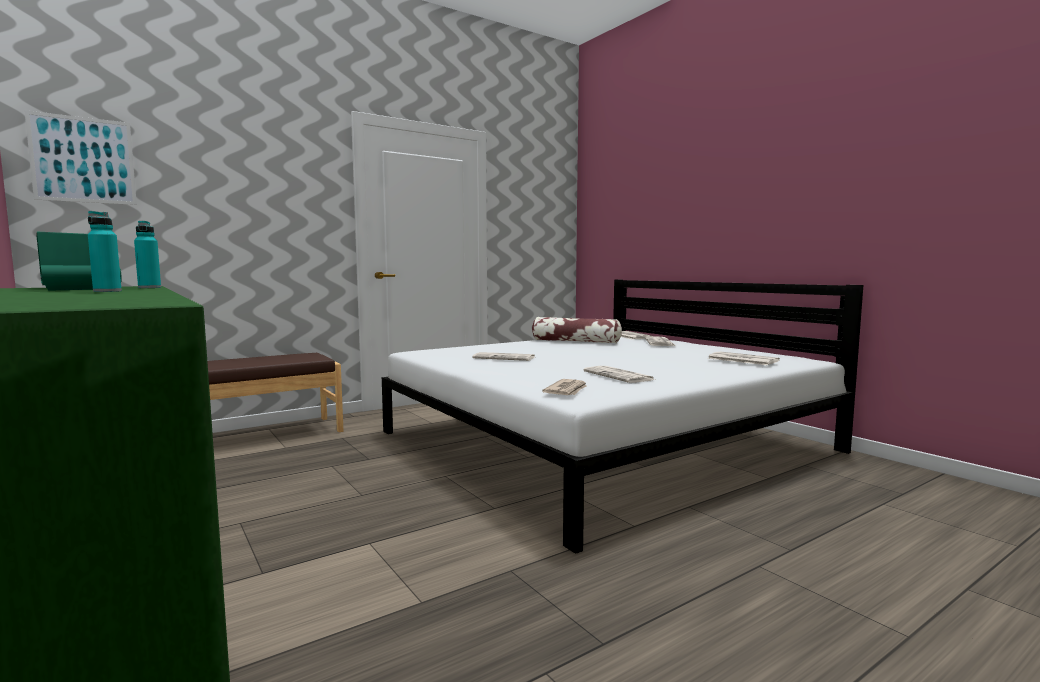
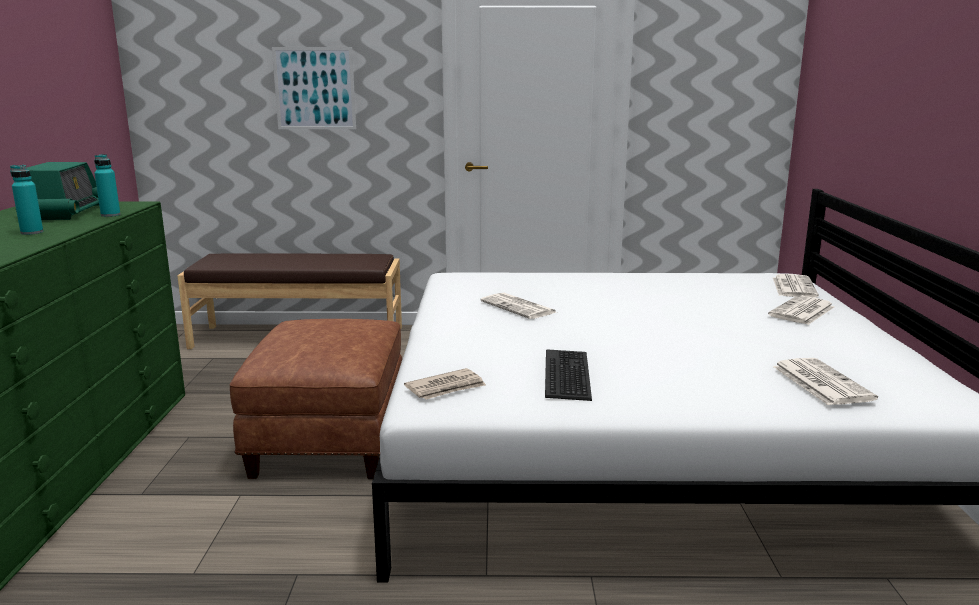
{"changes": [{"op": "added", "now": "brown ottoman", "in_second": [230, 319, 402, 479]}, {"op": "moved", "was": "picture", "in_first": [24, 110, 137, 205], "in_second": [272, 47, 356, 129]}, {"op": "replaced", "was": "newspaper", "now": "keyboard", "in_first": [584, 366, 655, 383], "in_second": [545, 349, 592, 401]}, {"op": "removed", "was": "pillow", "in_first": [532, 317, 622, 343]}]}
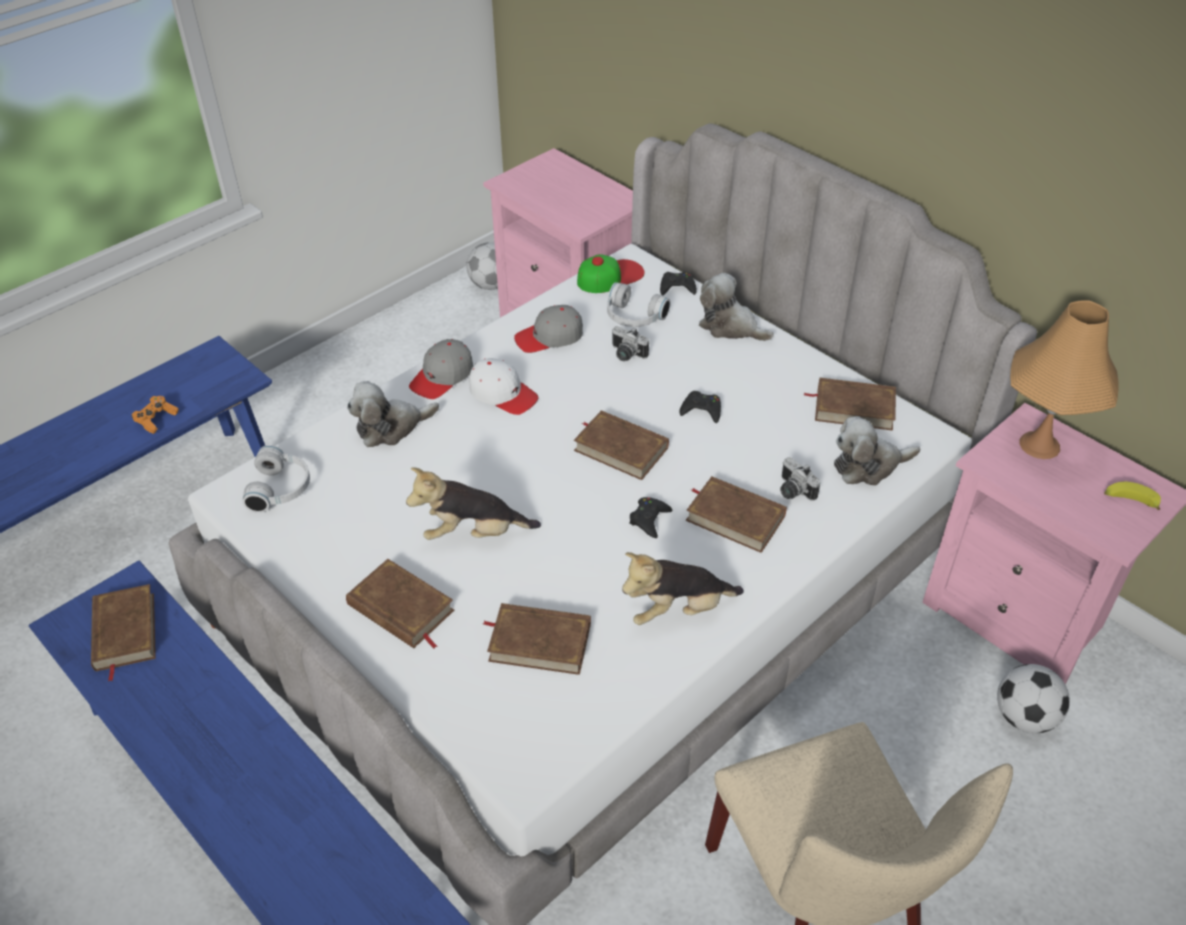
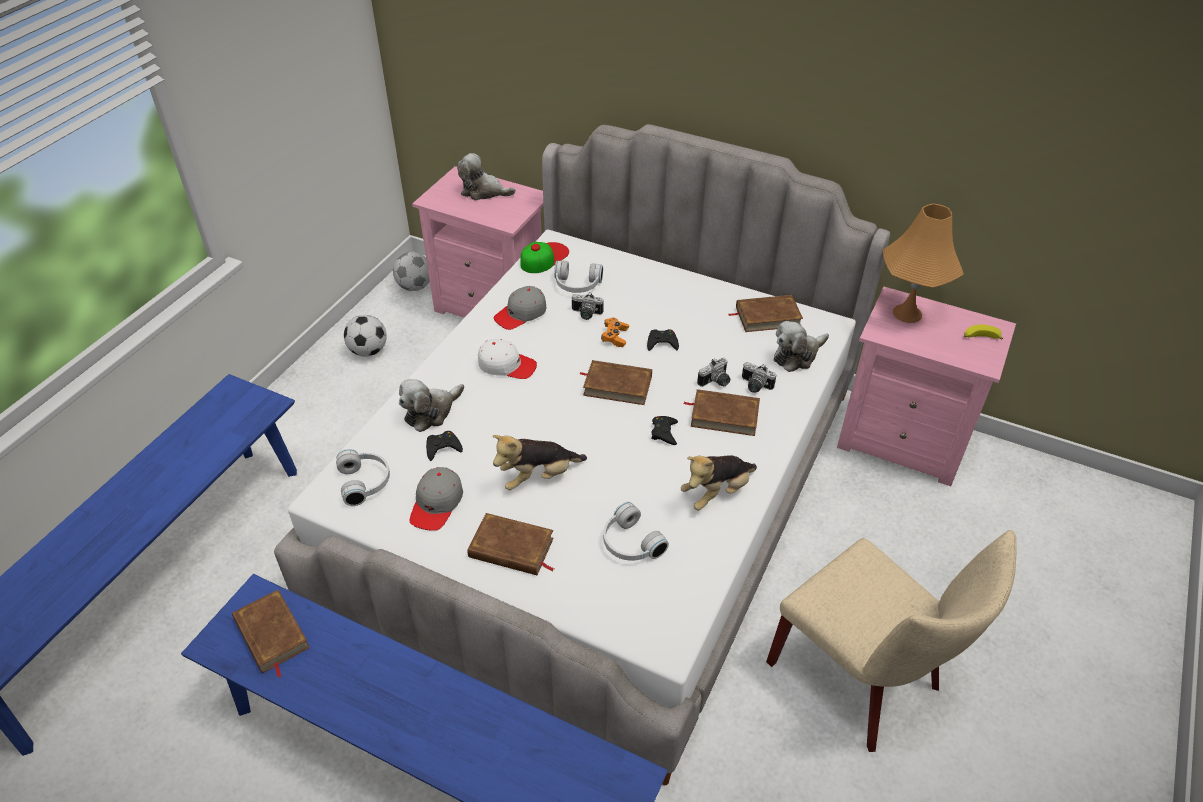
{"changes": [{"op": "moved", "was": "football", "in_first": [997, 664, 1070, 733], "in_second": [344, 315, 387, 357]}, {"op": "moved", "was": "grey cap", "in_first": [409, 339, 473, 399], "in_second": [409, 467, 463, 531]}, {"op": "moved", "was": "black game controller", "in_first": [660, 272, 697, 295], "in_second": [426, 431, 463, 461]}, {"op": "moved", "was": "plush toy", "in_first": [699, 273, 774, 341], "in_second": [457, 153, 516, 200]}, {"op": "moved", "was": "orange game controller", "in_first": [131, 396, 179, 434], "in_second": [601, 318, 629, 347]}, {"op": "replaced", "was": "brown book", "now": "white headphones", "in_first": [483, 603, 591, 675], "in_second": [603, 502, 669, 561]}, {"op": "added", "now": "photo camera", "in_second": [697, 358, 730, 387]}]}
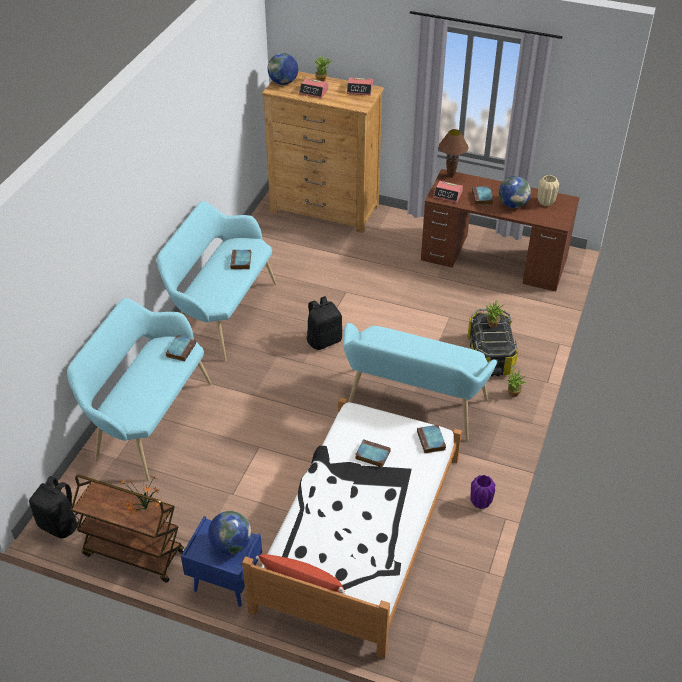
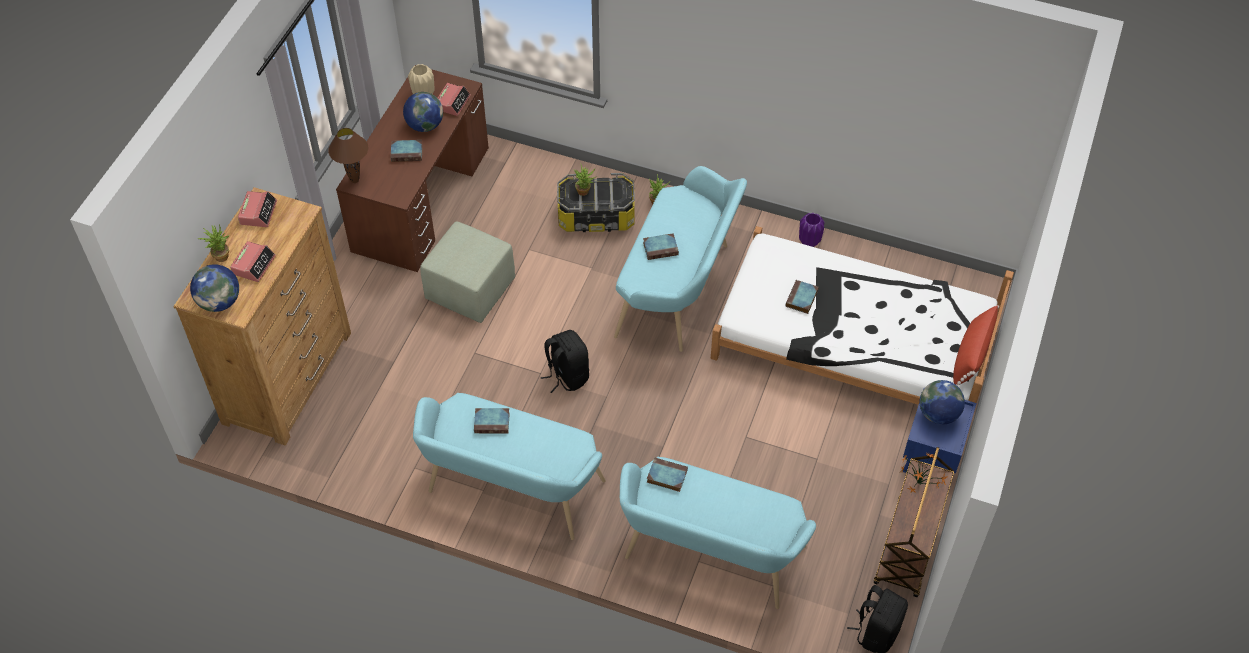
{"changes": [{"op": "added", "now": "green ottoman", "in_second": [420, 221, 515, 323]}, {"op": "moved", "was": "alarm clock", "in_first": [433, 181, 463, 203], "in_second": [438, 83, 471, 116]}, {"op": "moved", "was": "book", "in_first": [417, 425, 446, 453], "in_second": [643, 233, 679, 260]}]}
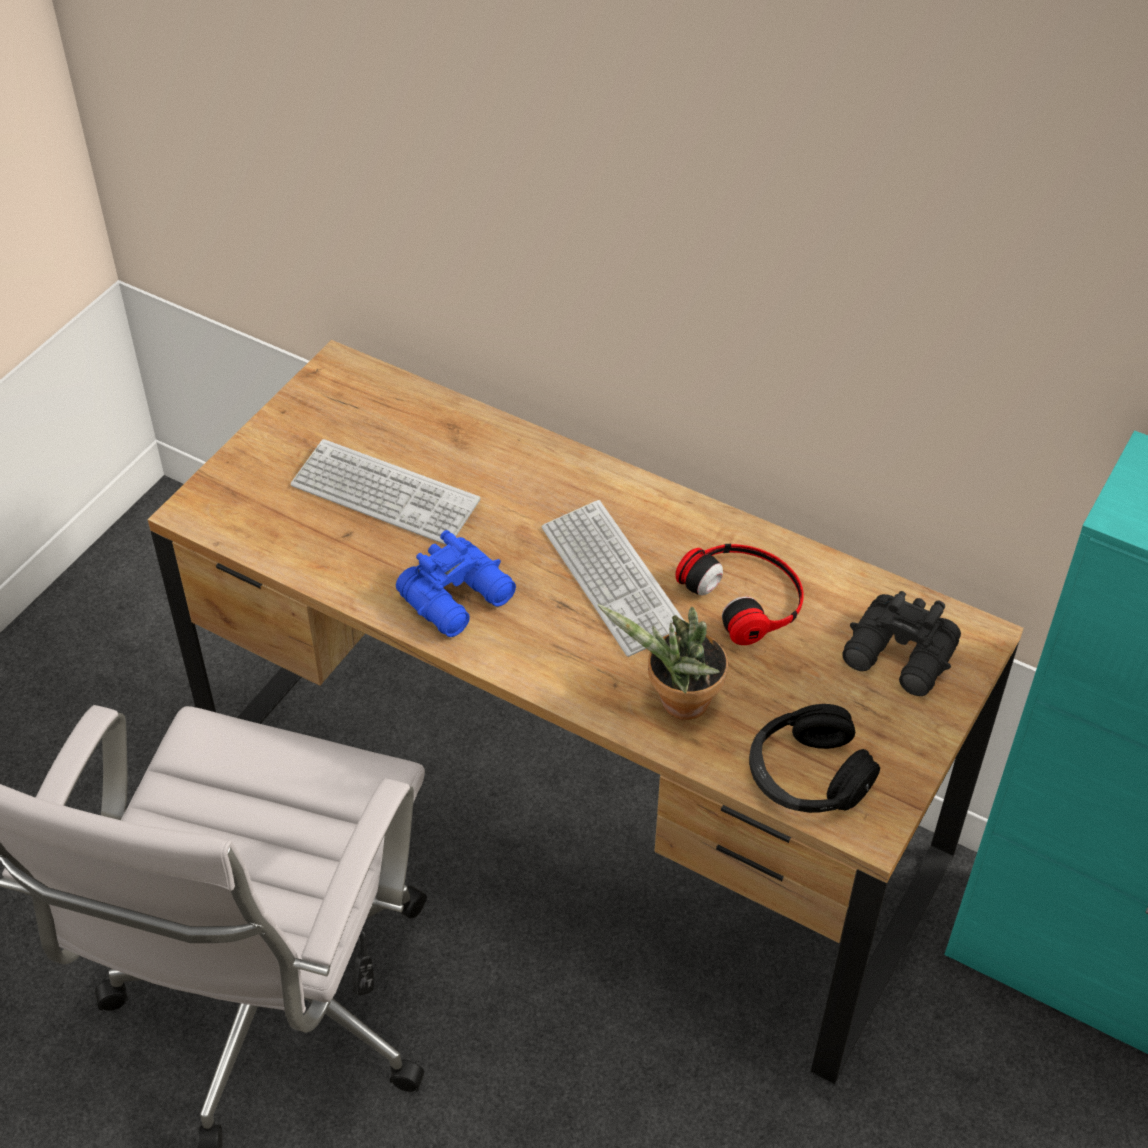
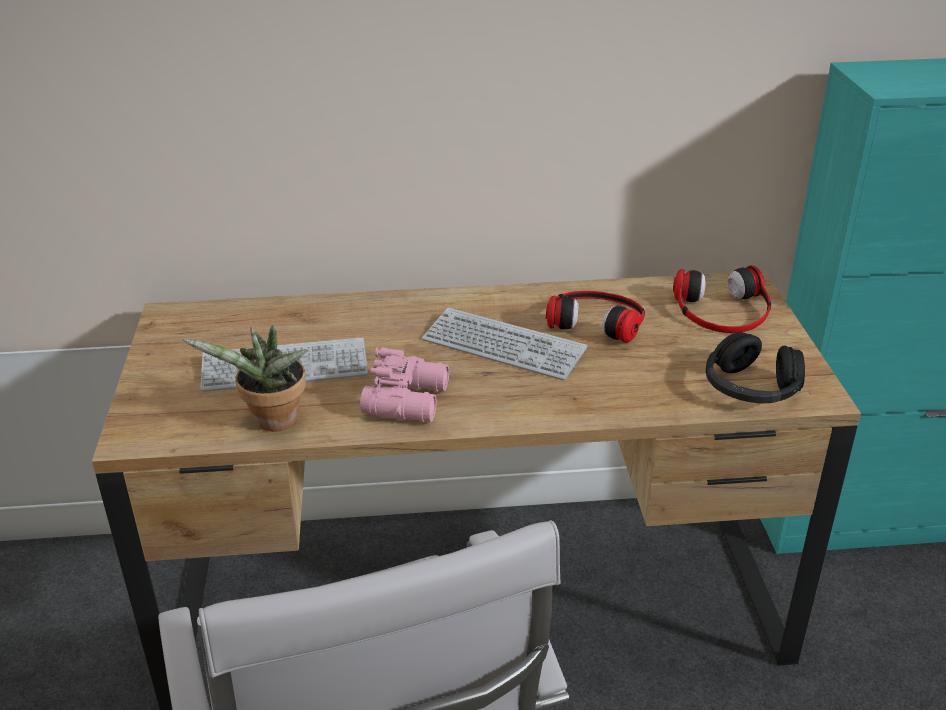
{"changes": [{"op": "moved", "was": "potted plant", "in_first": [597, 604, 728, 720], "in_second": [182, 325, 308, 432]}, {"op": "recoloured", "was": "blue binoculars", "now": "pink binoculars", "in_first": [396, 530, 516, 637], "in_second": [360, 348, 449, 422]}, {"op": "replaced", "was": "black binoculars", "now": "headphones", "in_first": [842, 591, 961, 696], "in_second": [673, 265, 771, 333]}]}
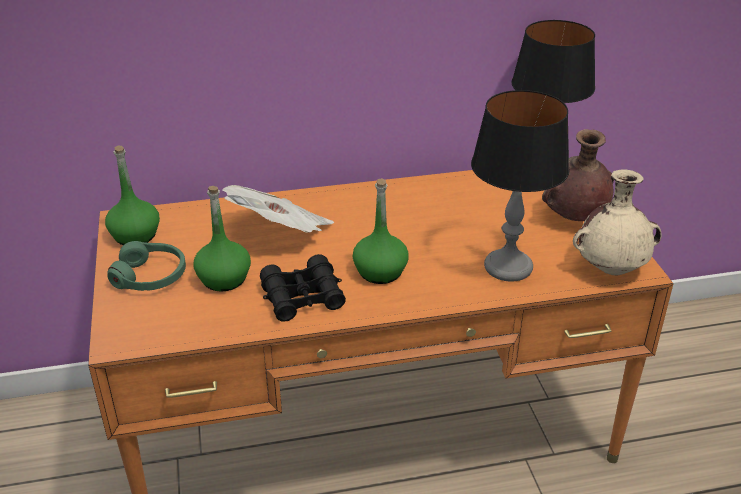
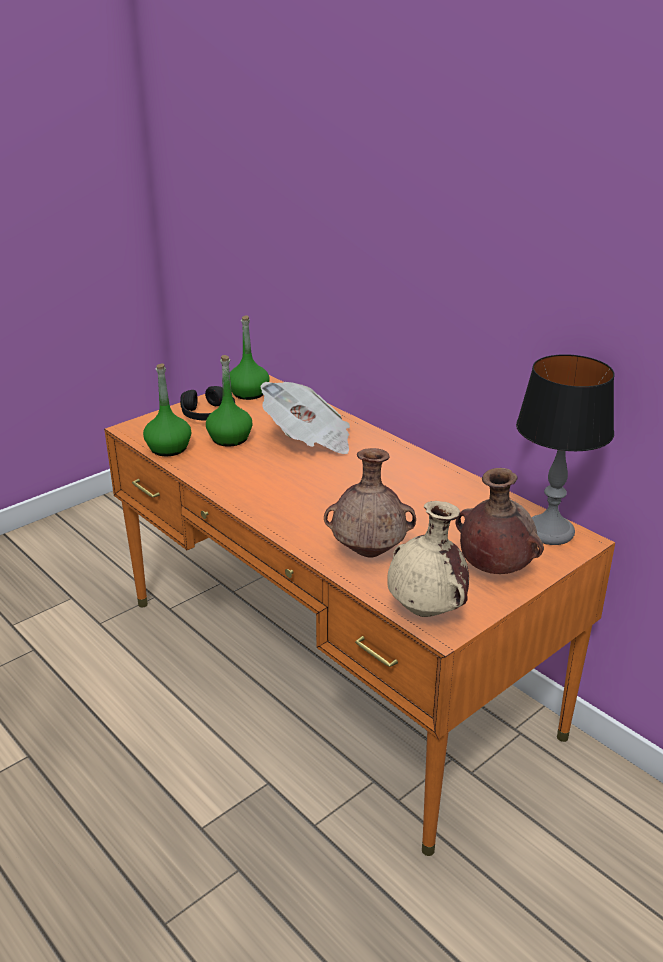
{"changes": [{"op": "moved", "was": "green bottle", "in_first": [353, 178, 409, 284], "in_second": [143, 363, 191, 456]}, {"op": "recoloured", "was": "green headphones", "now": "black headphones", "in_first": [107, 241, 186, 291], "in_second": [180, 386, 235, 420]}, {"op": "replaced", "was": "table lamp", "now": "brown vase", "in_first": [471, 90, 570, 282], "in_second": [324, 448, 416, 558]}, {"op": "removed", "was": "black binoculars", "in_first": [260, 254, 346, 322]}]}
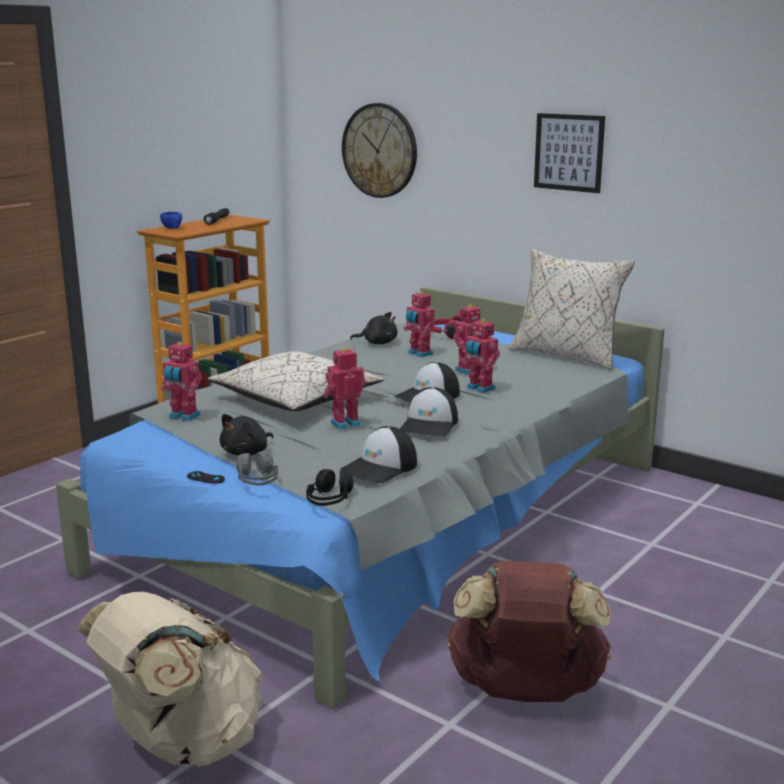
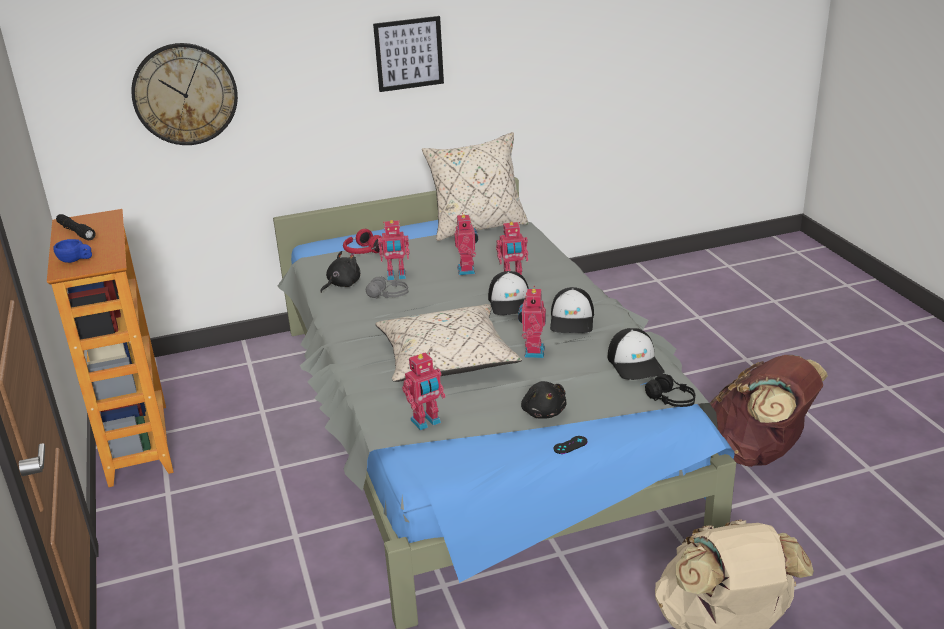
{"changes": [{"op": "moved", "was": "grey headphones", "in_first": [236, 451, 278, 486], "in_second": [366, 276, 408, 299]}, {"op": "turned", "was": "cap", "in_first": [400, 387, 458, 436], "in_second": [550, 287, 594, 333], "clockwise": 45}]}
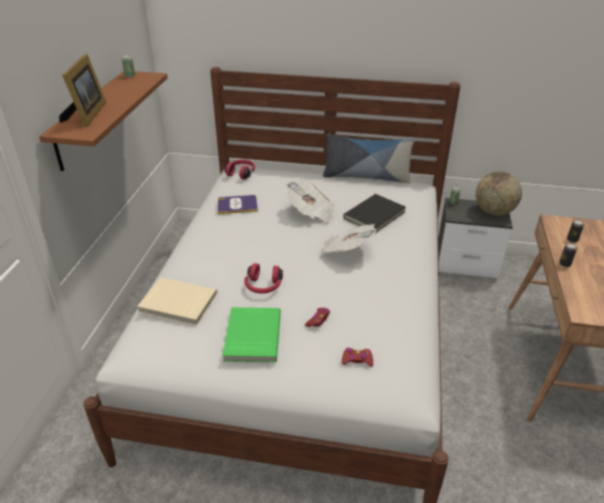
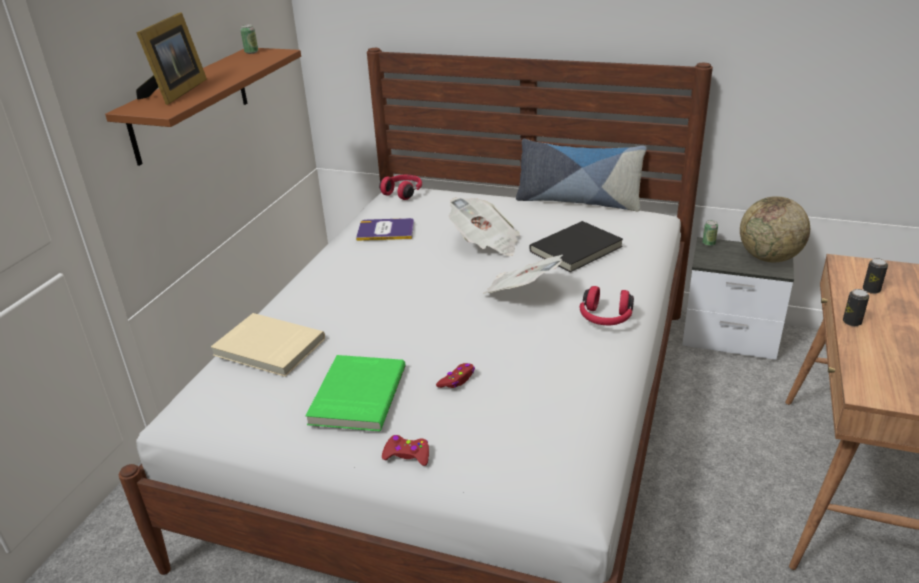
{"changes": [{"op": "moved", "was": "red game controller", "in_first": [342, 348, 373, 367], "in_second": [382, 435, 429, 466]}, {"op": "moved", "was": "red headphones", "in_first": [244, 263, 283, 294], "in_second": [580, 286, 634, 325]}]}
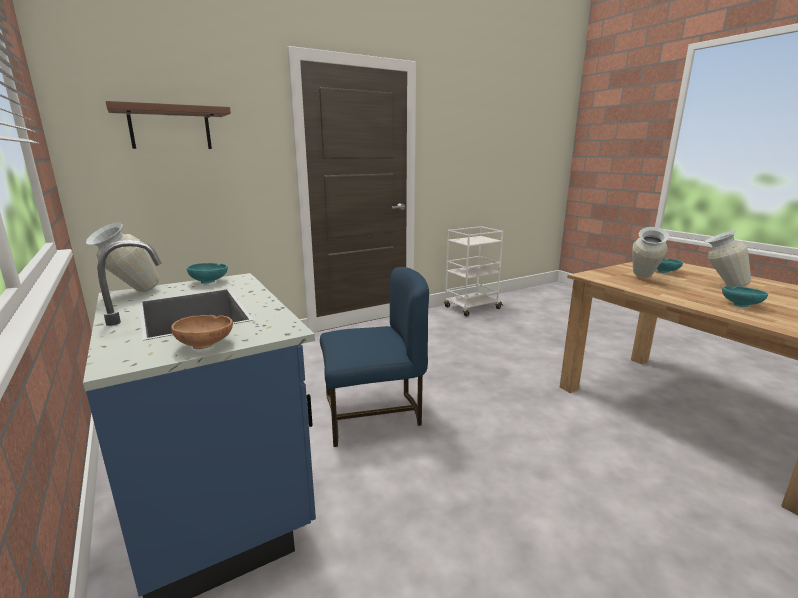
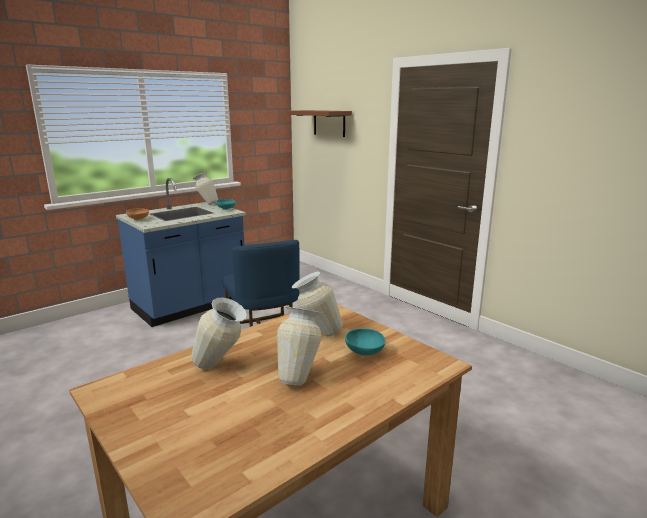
{"changes": [{"op": "replaced", "was": "turquoise bowl", "now": "vase", "in_first": [722, 286, 768, 307], "in_second": [191, 297, 247, 369]}, {"op": "removed", "was": "white cart", "in_first": [444, 226, 503, 317]}]}
